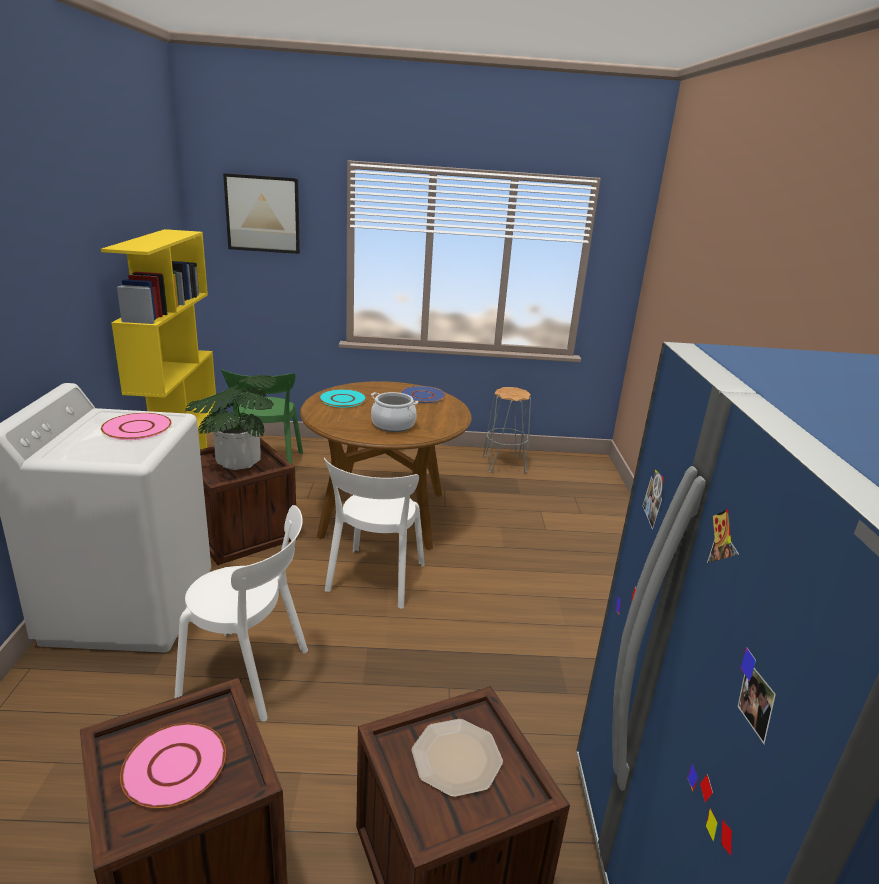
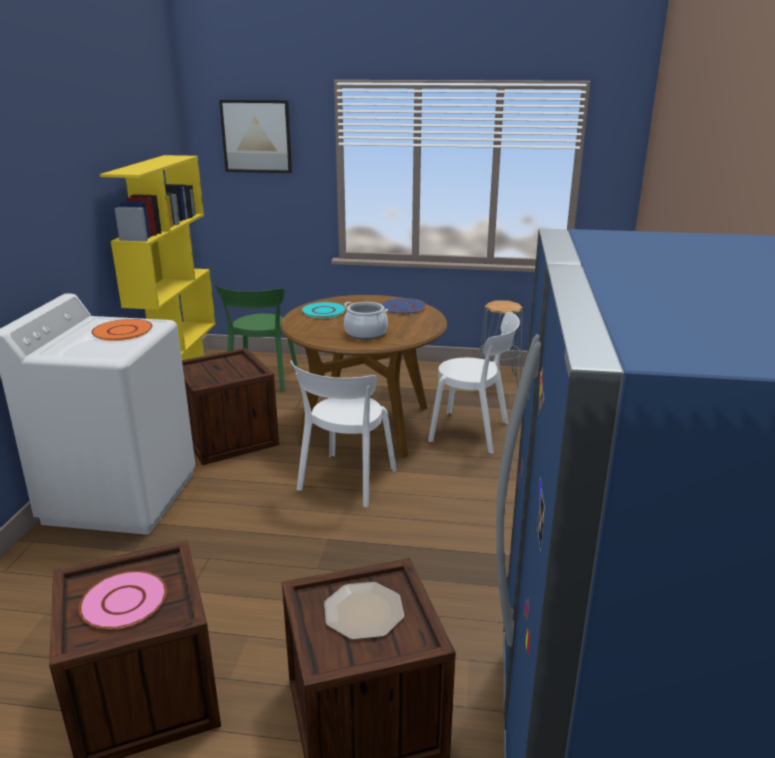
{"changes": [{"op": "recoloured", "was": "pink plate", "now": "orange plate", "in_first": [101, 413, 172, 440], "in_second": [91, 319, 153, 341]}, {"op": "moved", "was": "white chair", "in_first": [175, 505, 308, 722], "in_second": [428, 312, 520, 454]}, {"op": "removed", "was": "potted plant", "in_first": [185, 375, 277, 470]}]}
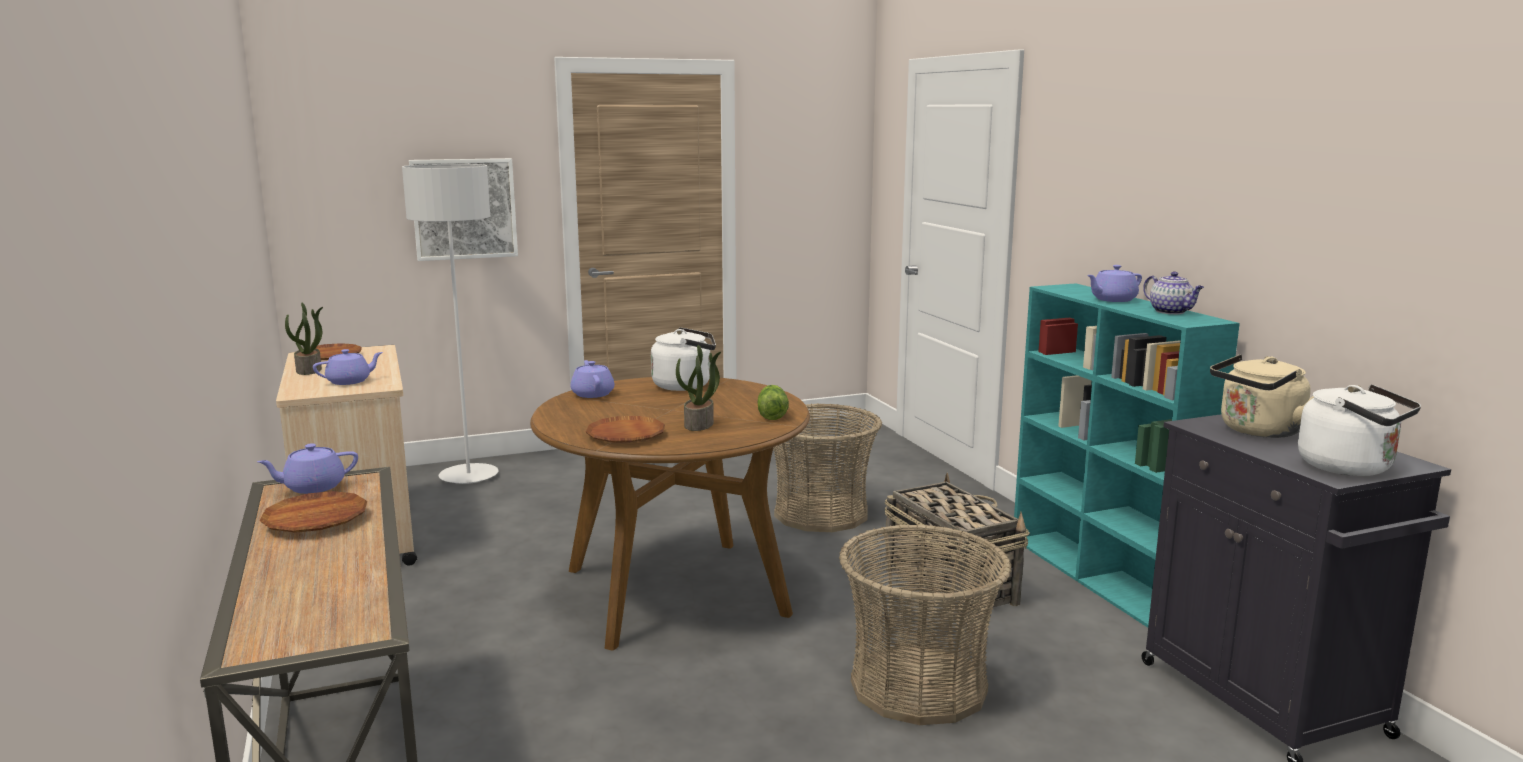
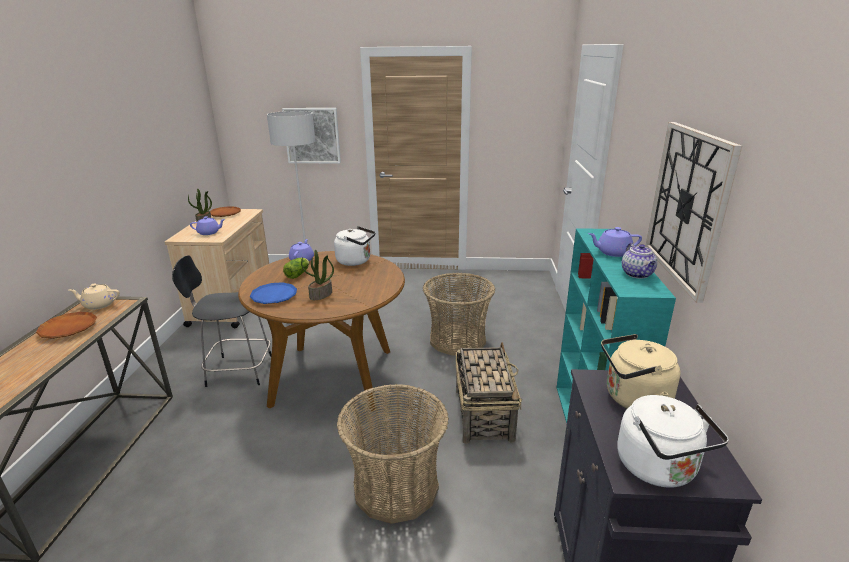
{"changes": [{"op": "recoloured", "was": "purple teapot", "now": "beige teapot", "in_first": [257, 444, 358, 494], "in_second": [69, 283, 120, 310]}, {"op": "added", "now": "black chair", "in_second": [172, 255, 272, 387]}, {"op": "recoloured", "was": "brown plate", "now": "blue plate", "in_first": [586, 416, 665, 443], "in_second": [250, 282, 297, 304]}, {"op": "moved", "was": "lettuce", "in_first": [758, 385, 789, 420], "in_second": [283, 258, 309, 279]}, {"op": "added", "now": "wall clock", "in_second": [645, 122, 742, 303]}]}
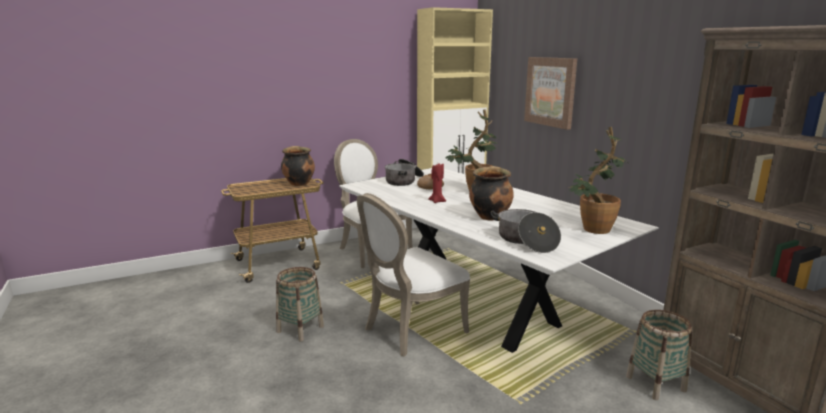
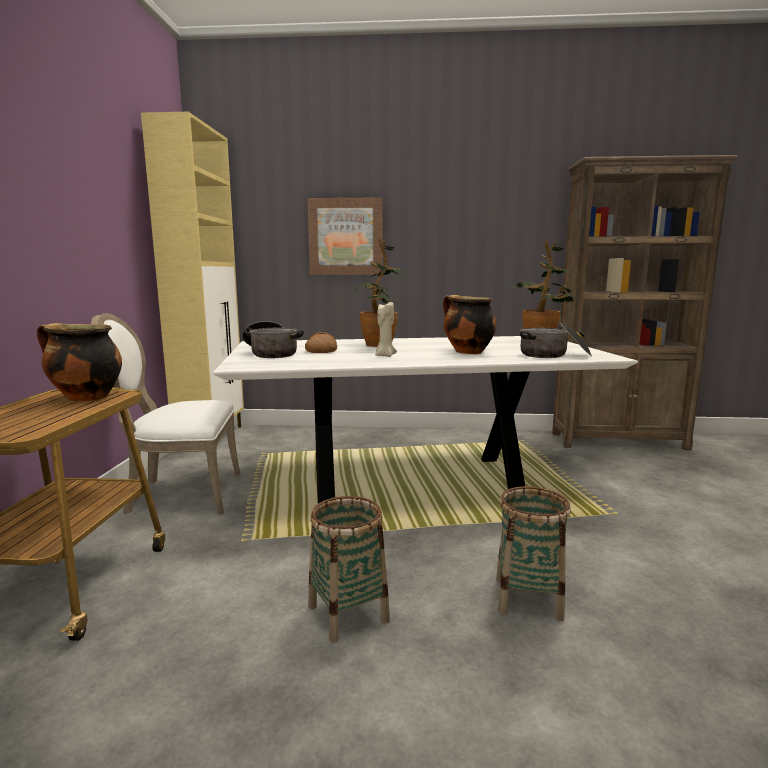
{"changes": [{"op": "recoloured", "was": "red candle", "now": "beige candle", "in_first": [428, 163, 446, 203], "in_second": [375, 301, 397, 357]}, {"op": "moved", "was": "basket", "in_first": [626, 310, 692, 400], "in_second": [496, 486, 571, 621]}, {"op": "removed", "was": "white chair", "in_first": [357, 193, 470, 357]}]}
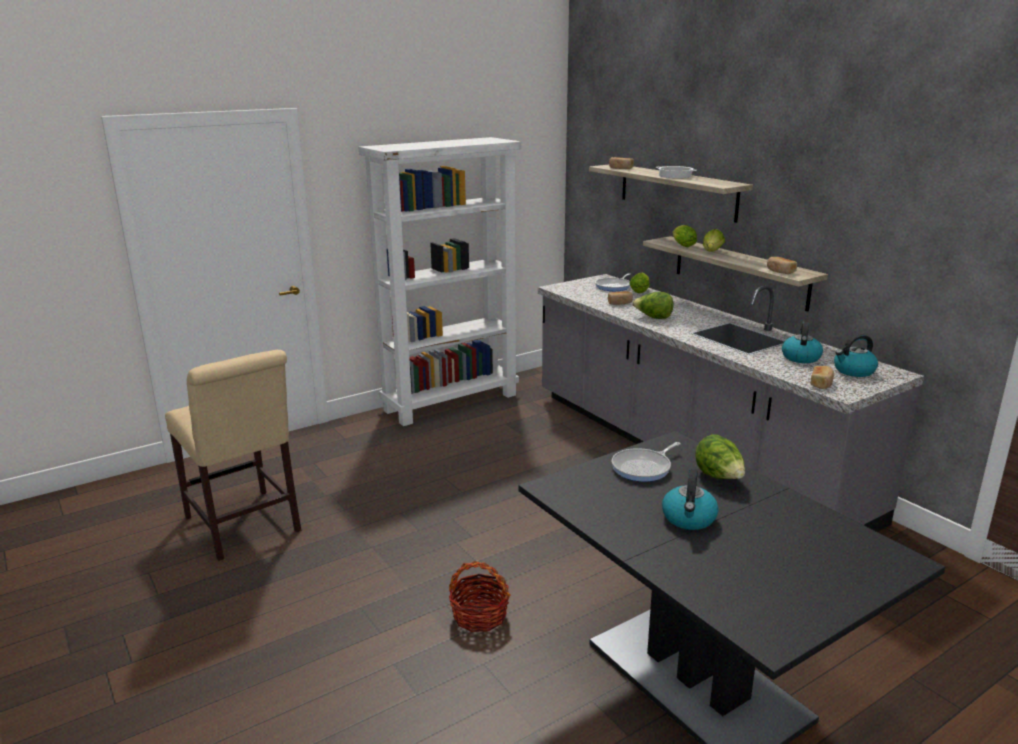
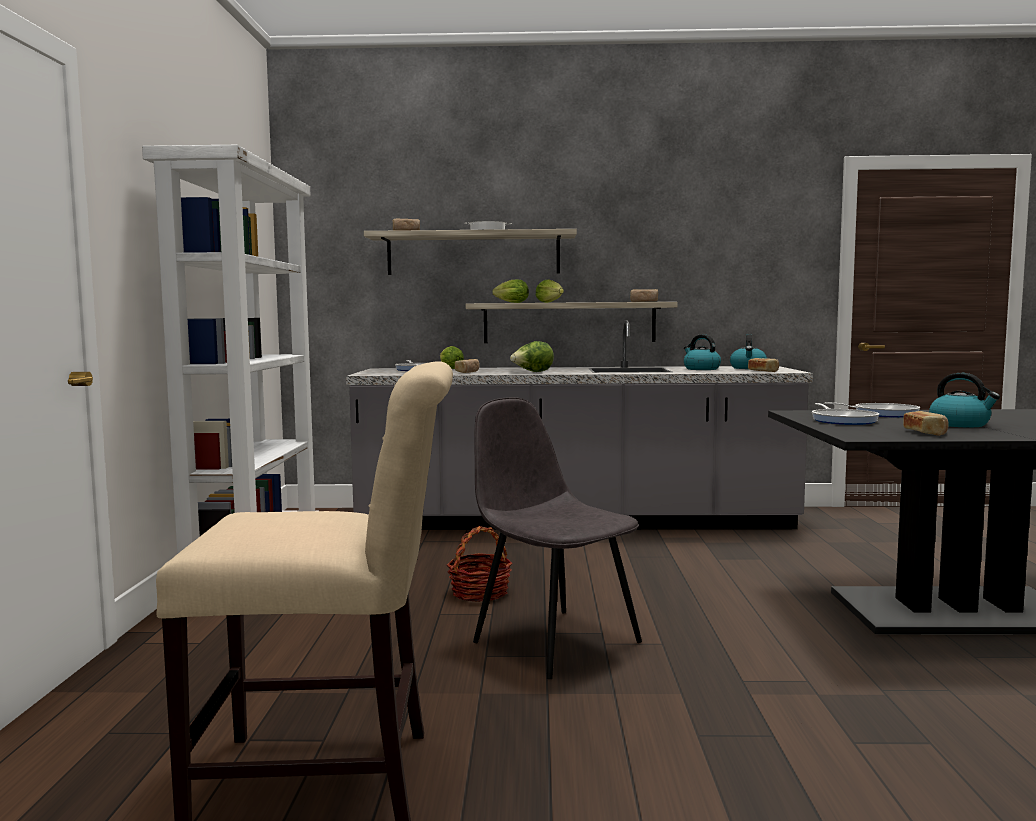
{"changes": [{"op": "moved", "was": "basket", "in_first": [449, 561, 510, 632], "in_second": [447, 526, 512, 602]}, {"op": "added", "now": "grey chair", "in_second": [473, 397, 642, 679]}, {"op": "replaced", "was": "lettuce", "now": "frying pan", "in_first": [695, 434, 745, 479], "in_second": [824, 402, 920, 418]}, {"op": "added", "now": "bread", "in_second": [903, 411, 949, 436]}]}
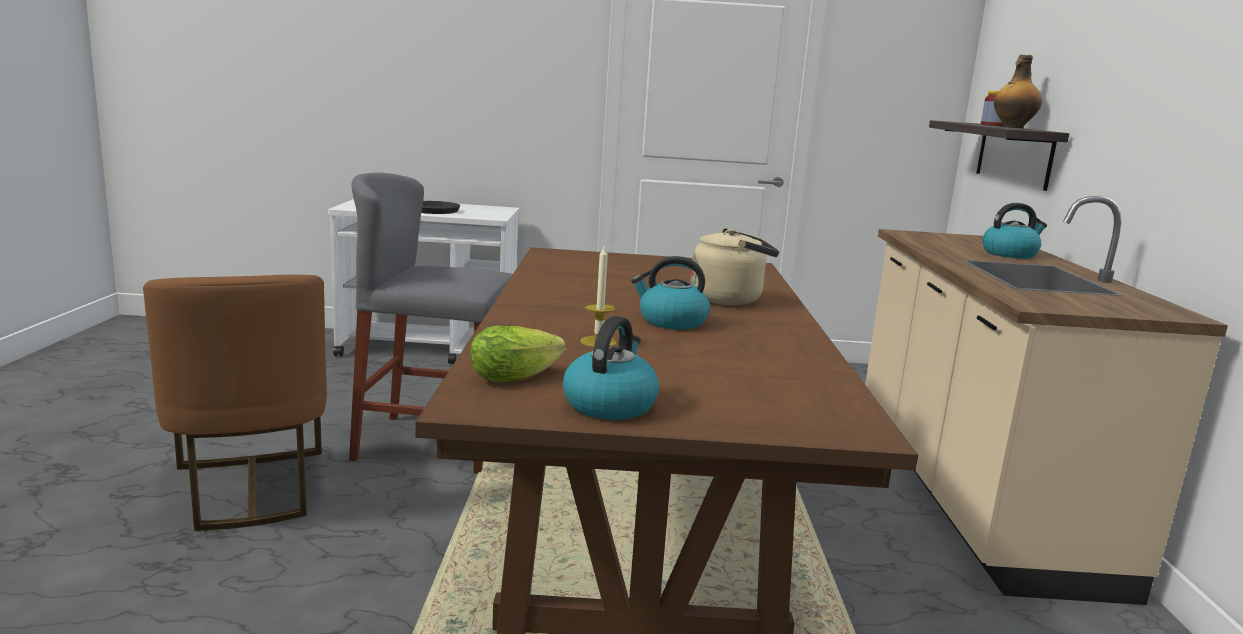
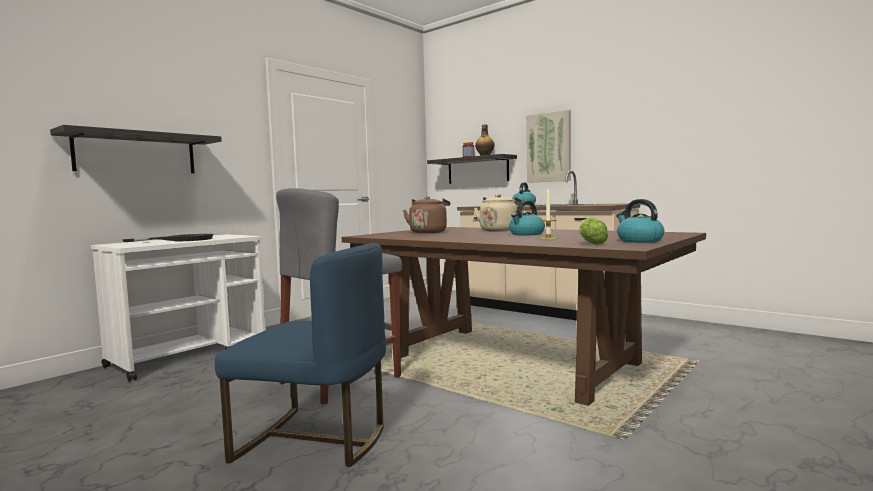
{"changes": [{"op": "added", "now": "shelf", "in_second": [50, 125, 222, 173]}, {"op": "recoloured", "was": "brown chair", "now": "blue chair", "in_first": [143, 275, 327, 531], "in_second": [215, 243, 386, 467]}, {"op": "added", "now": "brown kettle", "in_second": [403, 196, 450, 234]}, {"op": "added", "now": "picture", "in_second": [526, 110, 571, 183]}]}
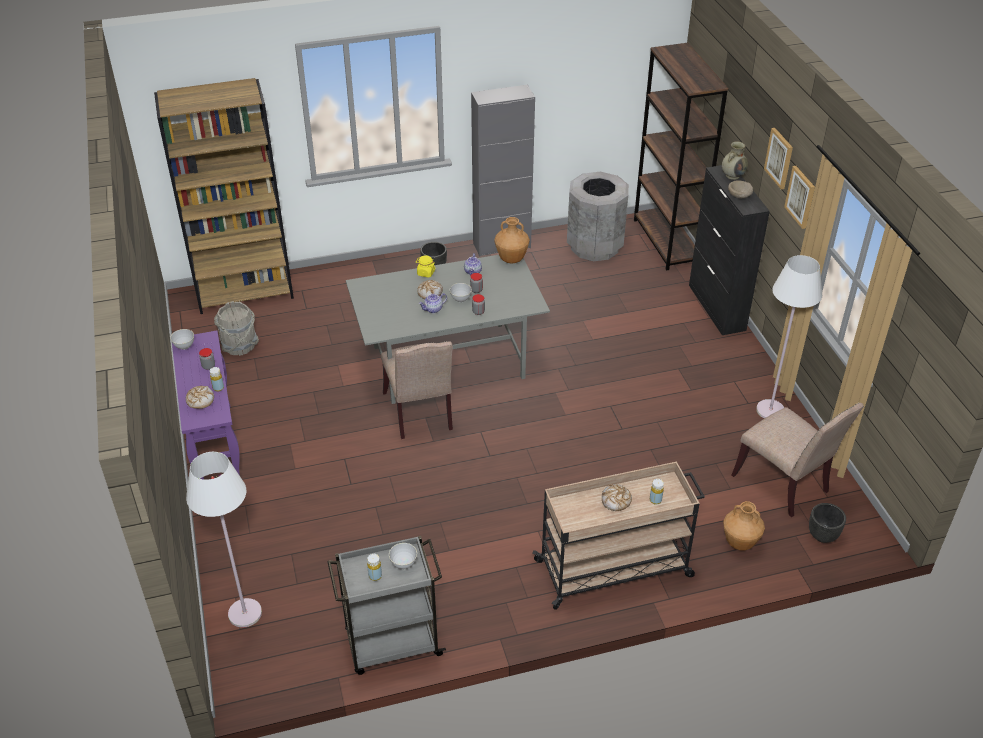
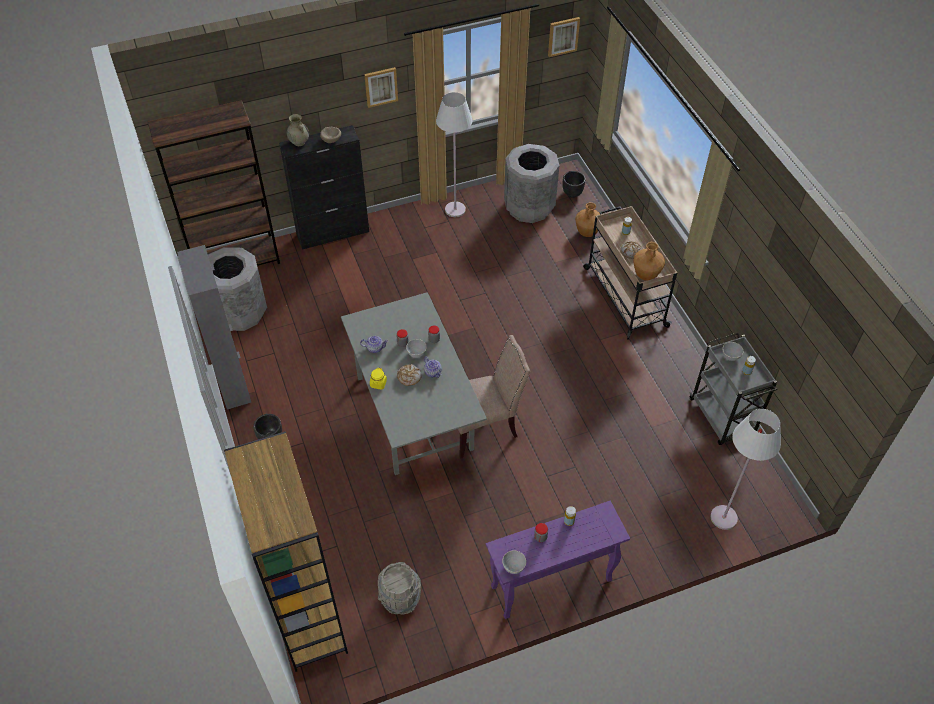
{"changes": [{"op": "replaced", "was": "beige chair", "now": "grey trash can", "in_first": [732, 403, 864, 517], "in_second": [504, 144, 559, 223]}, {"op": "moved", "was": "picture", "in_first": [764, 128, 793, 189], "in_second": [548, 17, 580, 57]}, {"op": "moved", "was": "brown vase", "in_first": [494, 217, 530, 263], "in_second": [633, 242, 665, 281]}, {"op": "removed", "was": "bread", "in_first": [186, 386, 214, 409]}]}
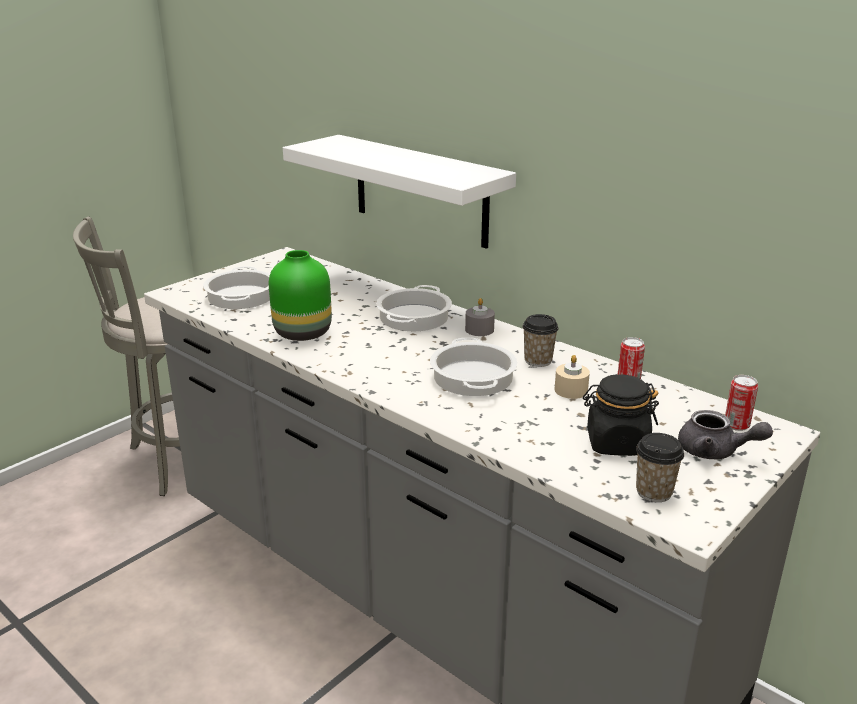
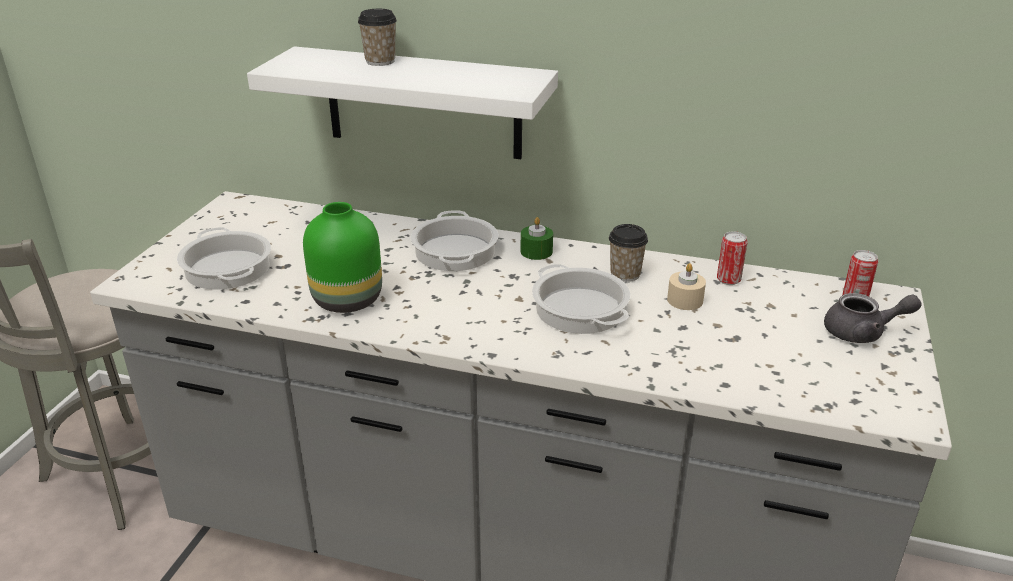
{"changes": [{"op": "moved", "was": "cup", "in_first": [636, 433, 684, 502], "in_second": [358, 9, 397, 66]}, {"op": "recoloured", "was": "grey candle", "now": "green candle", "in_first": [465, 298, 495, 336], "in_second": [521, 217, 553, 260]}, {"op": "removed", "was": "black jar", "in_first": [583, 374, 659, 456]}]}
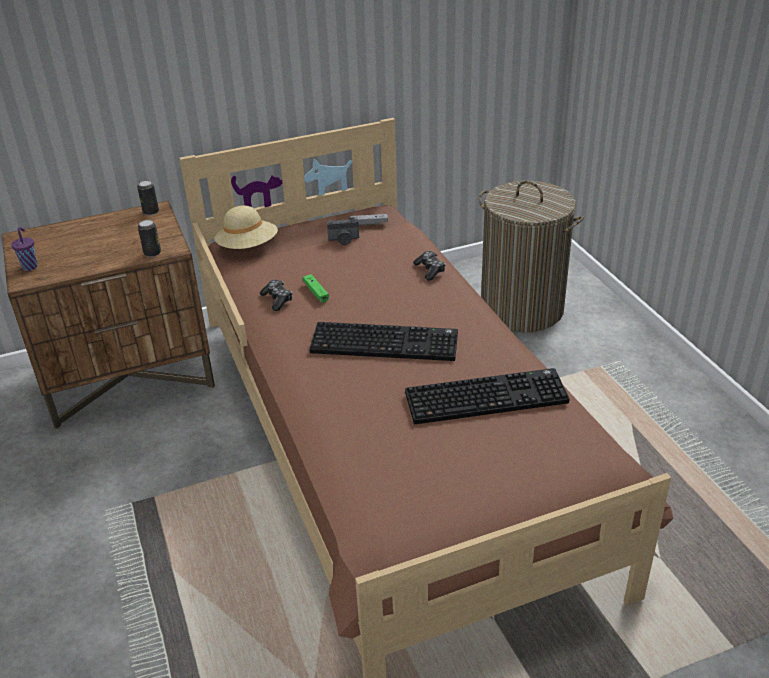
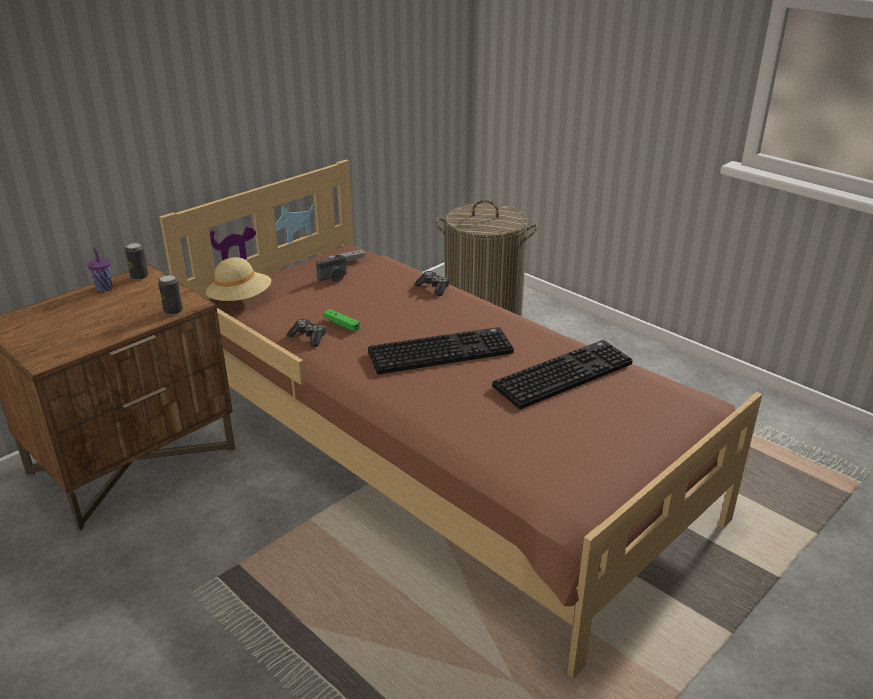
{"changes": [{"op": "moved", "was": "purple cup", "in_first": [11, 227, 38, 271], "in_second": [87, 247, 112, 292]}]}
